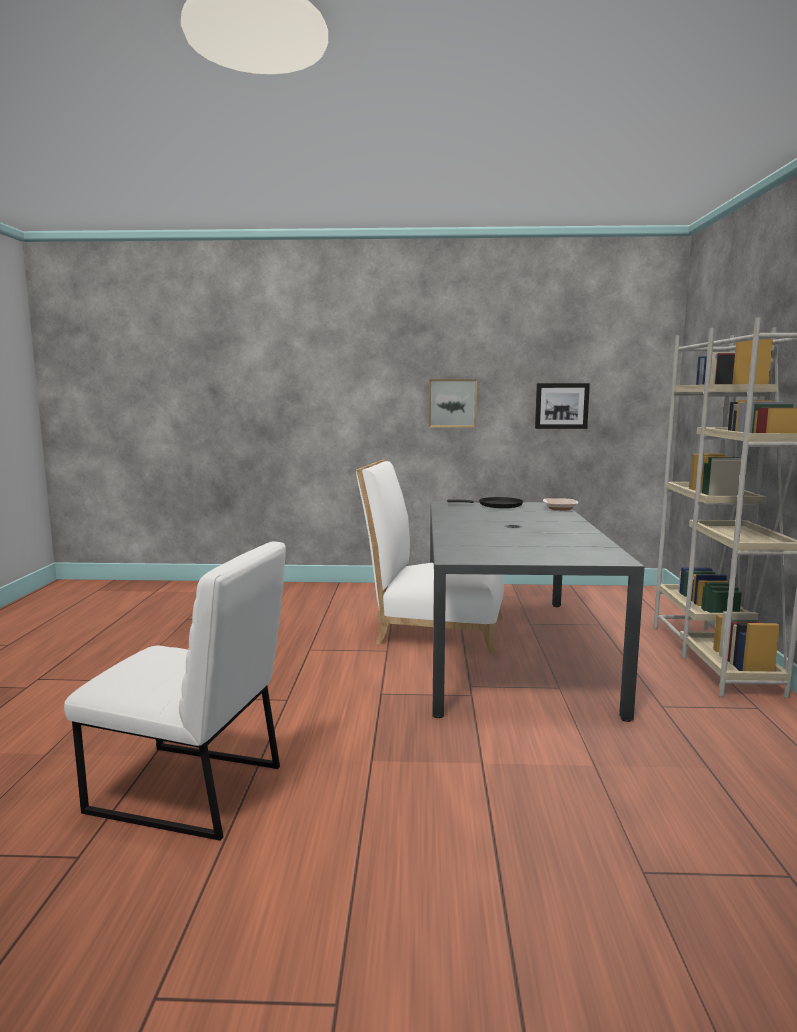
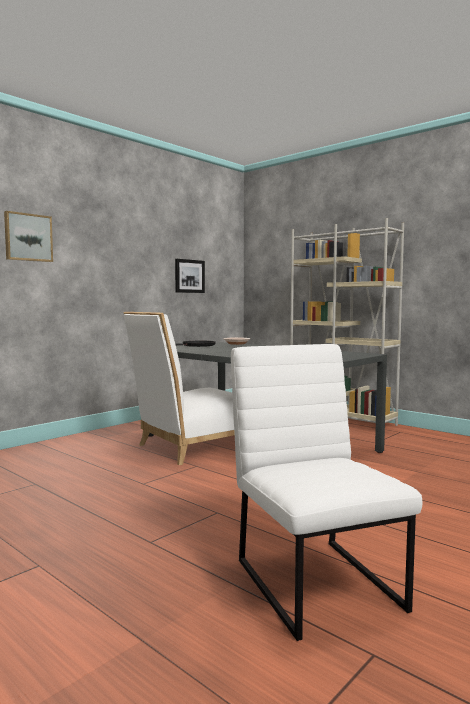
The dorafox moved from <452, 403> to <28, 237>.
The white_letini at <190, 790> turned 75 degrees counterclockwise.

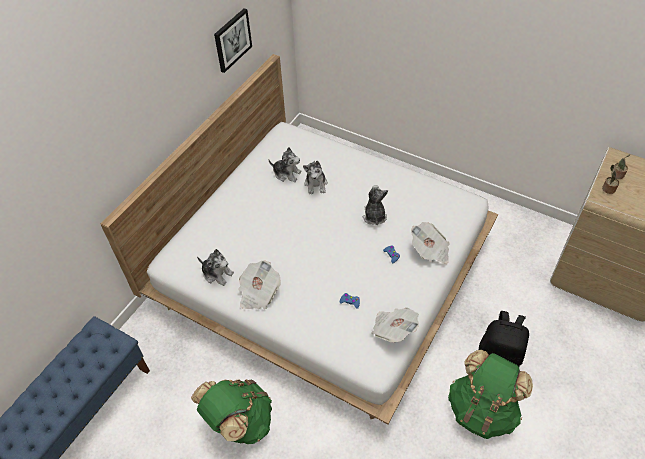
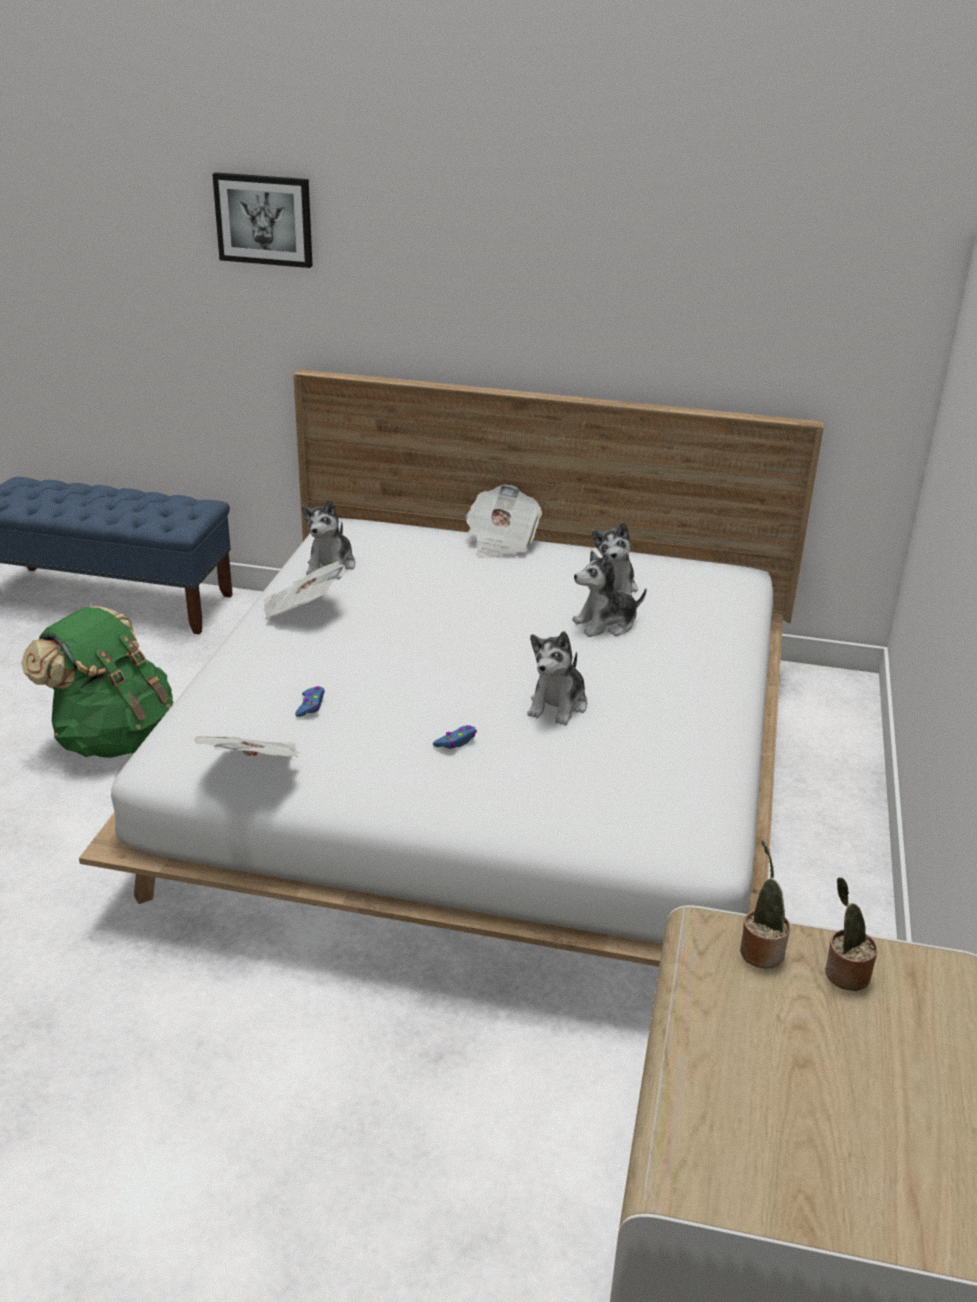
The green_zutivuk at <482, 410> disappeared.
The black_zutivuk at <499, 355> disappeared.
The dorafox moved from <232, 40> to <264, 219>.
The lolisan moved from <430, 251> to <501, 542>.
The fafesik at <374, 216> turned 135 degrees clockwise.

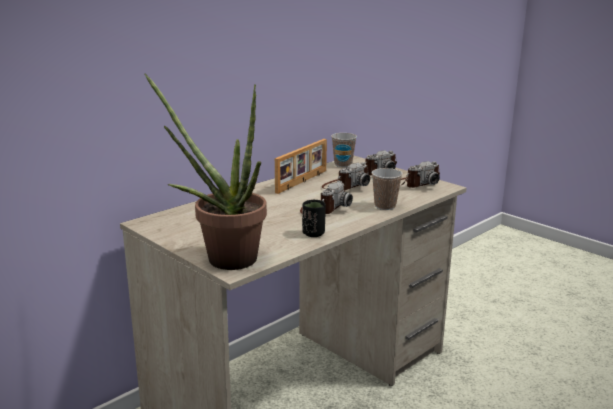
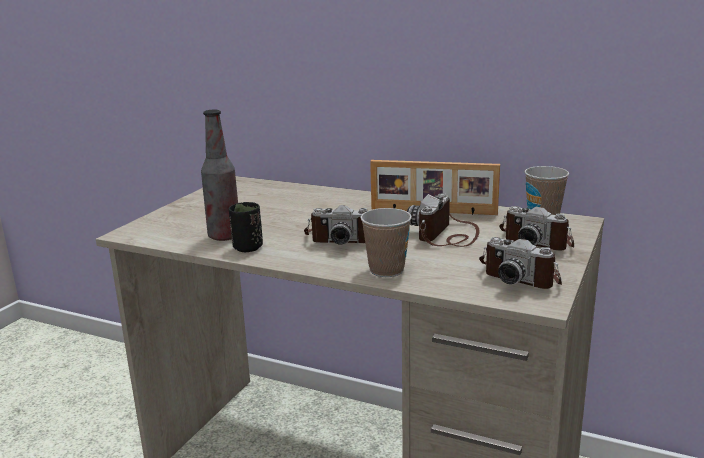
The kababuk at <222, 257> disappeared.
The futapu at <224, 236> appeared.
The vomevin at <345, 186> turned 90 degrees clockwise.

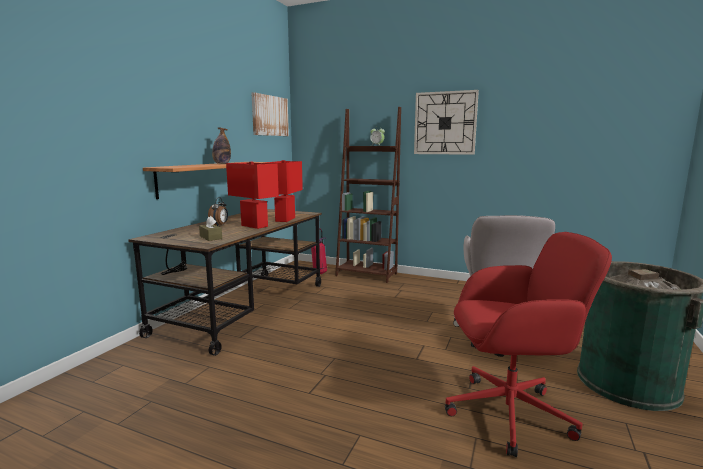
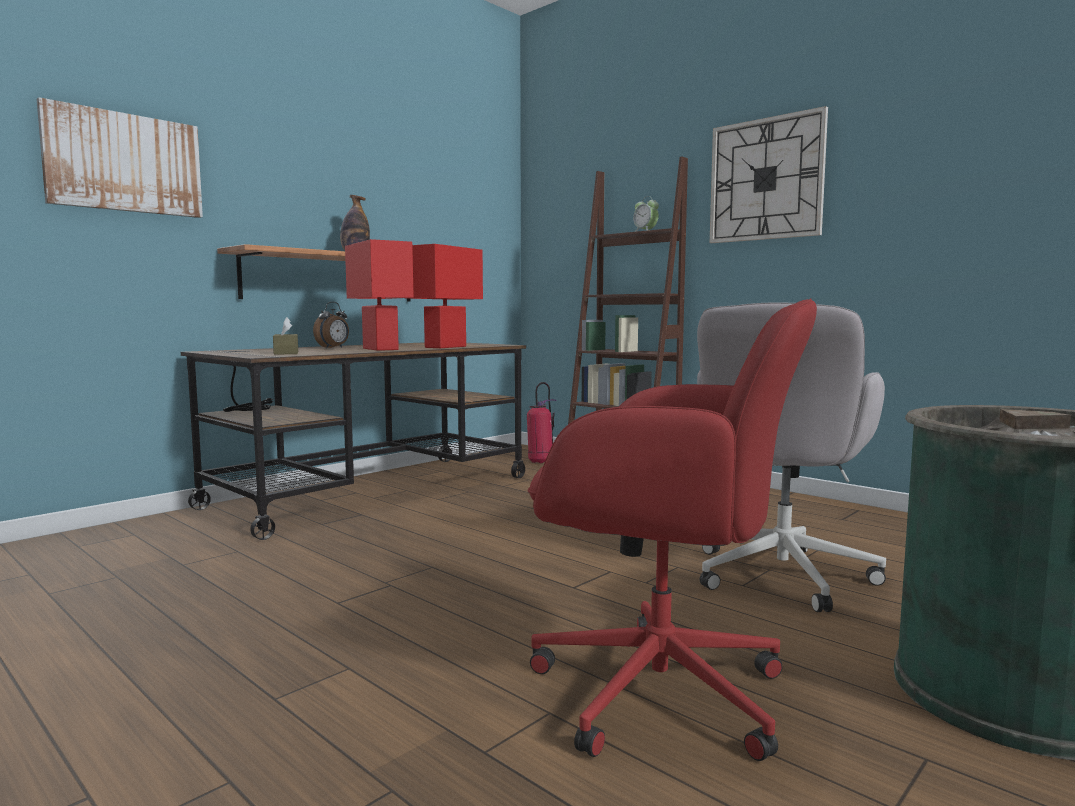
The dorafox moved from <270, 115> to <124, 163>.

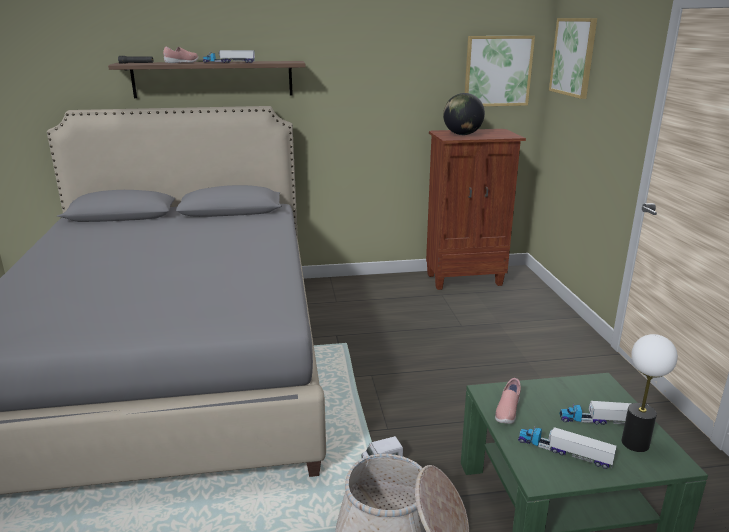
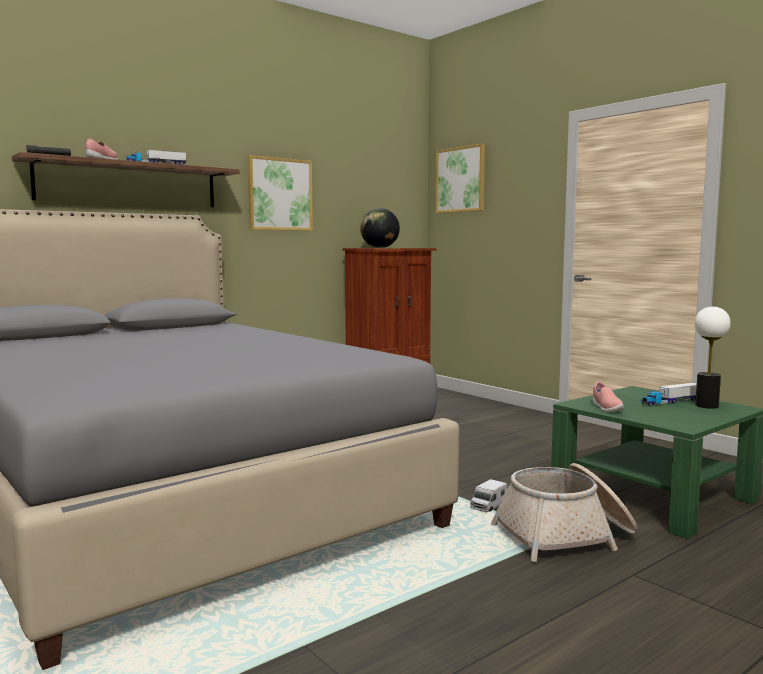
The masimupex at <564, 452> disappeared.
The dorafox moved from <497, 71> to <279, 194>.

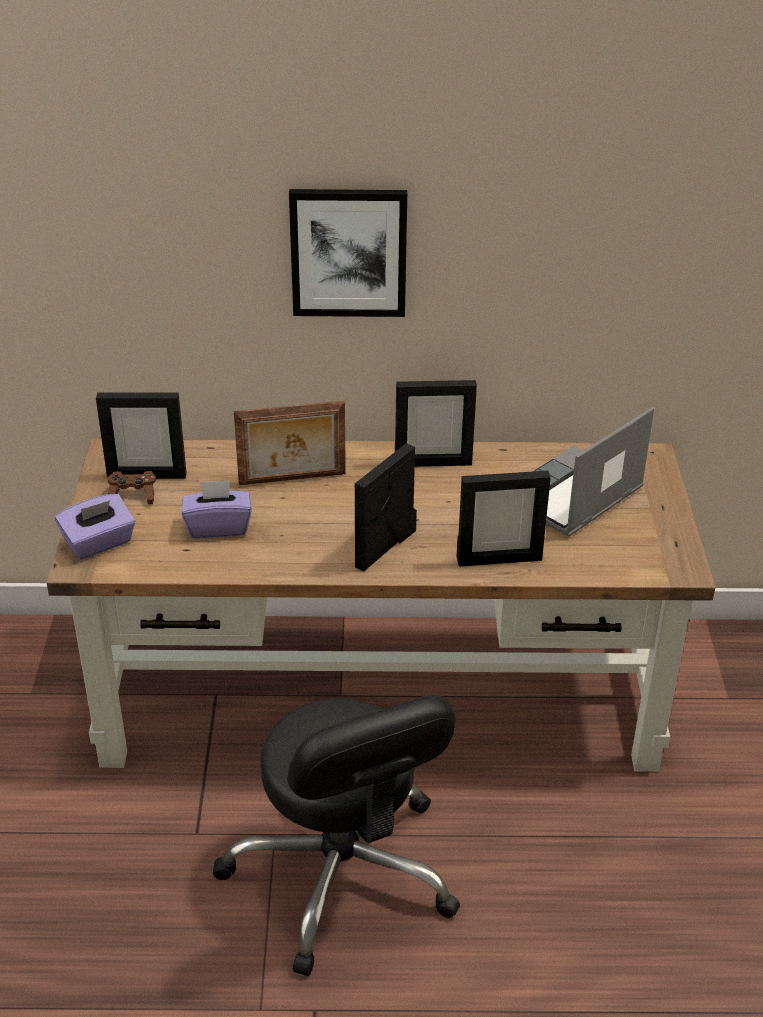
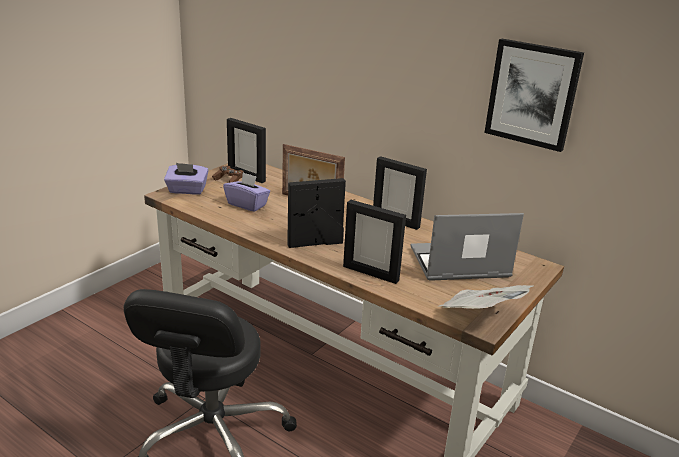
The lolisan at <480, 316> appeared.
The dorafox moved from <348, 252> to <532, 94>.

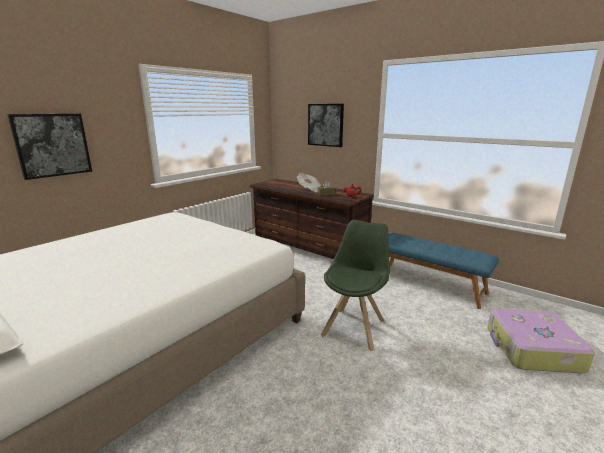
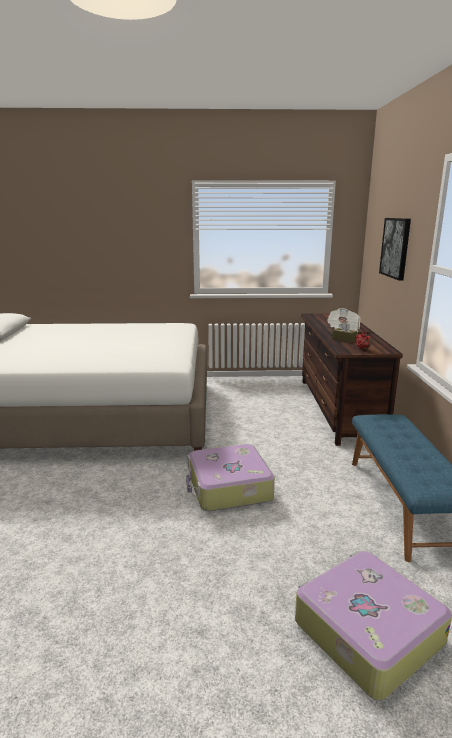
The dorafox at <52, 145> disappeared.
The green_letini at <354, 328> was replaced by the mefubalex at <228, 488>.

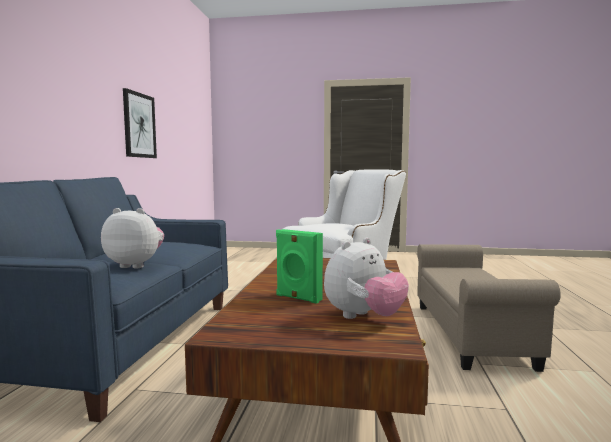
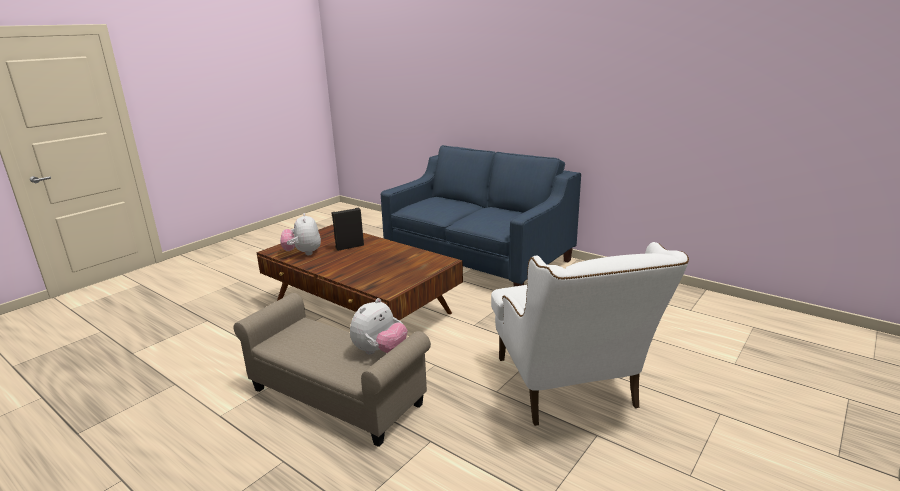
The dorafox at <139, 125> disappeared.
The fafesik moved from <136, 265> to <380, 351>.
The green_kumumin at <298, 298> became the black_kumumin at <349, 246>.

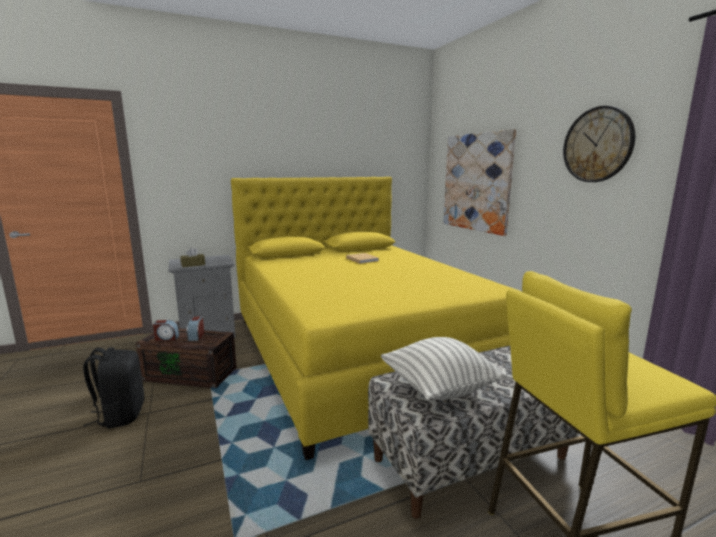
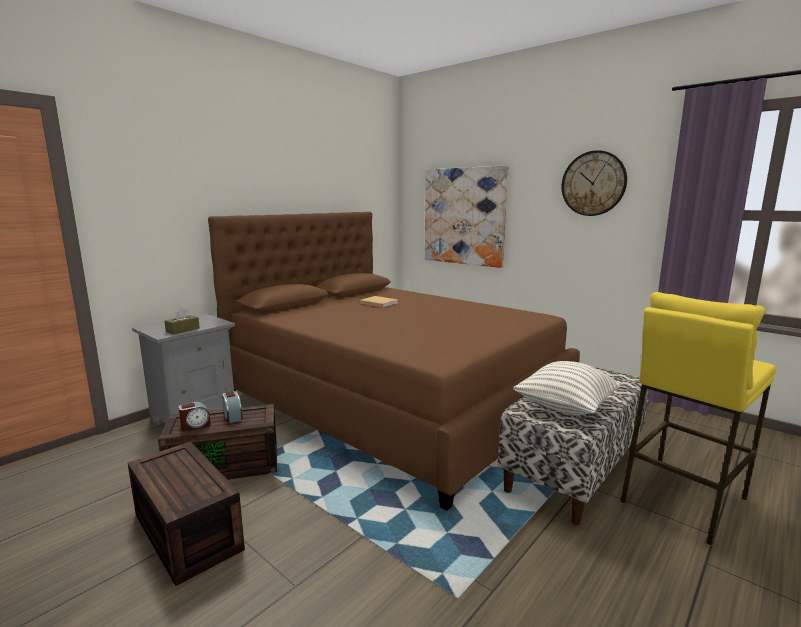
The black_zutivuk at <120, 415> was replaced by the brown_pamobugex at <184, 531>.
The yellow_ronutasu at <361, 350> became the brown_ronutasu at <394, 401>.

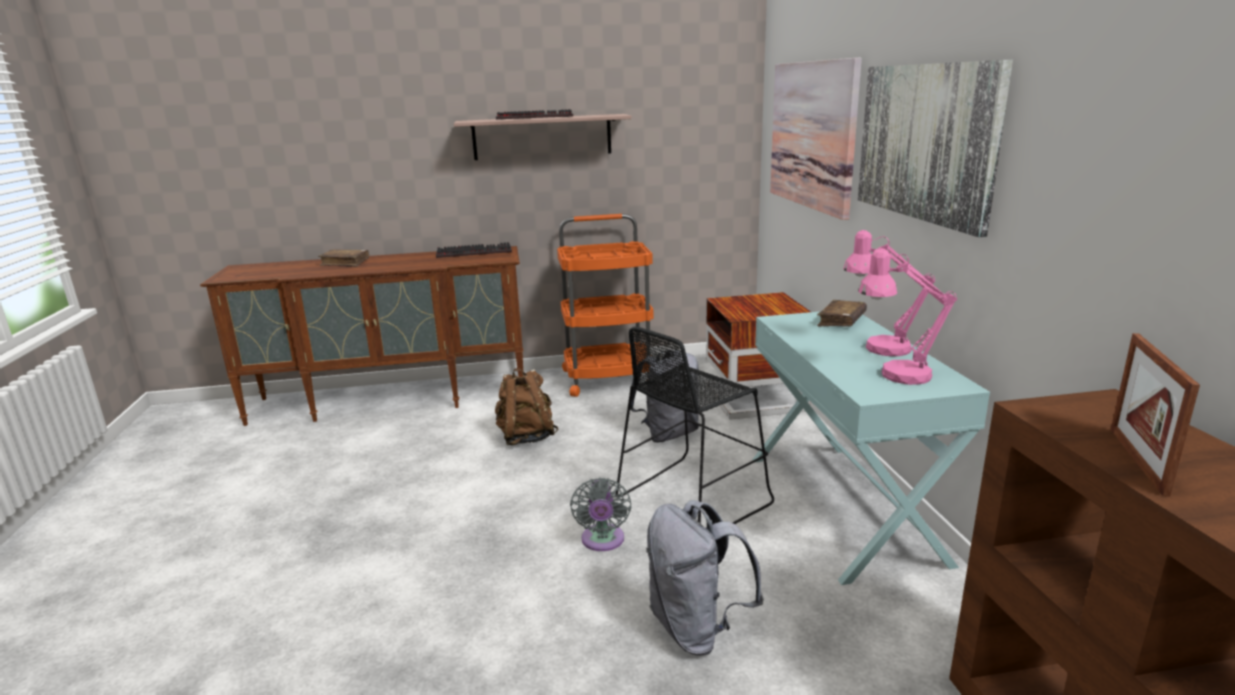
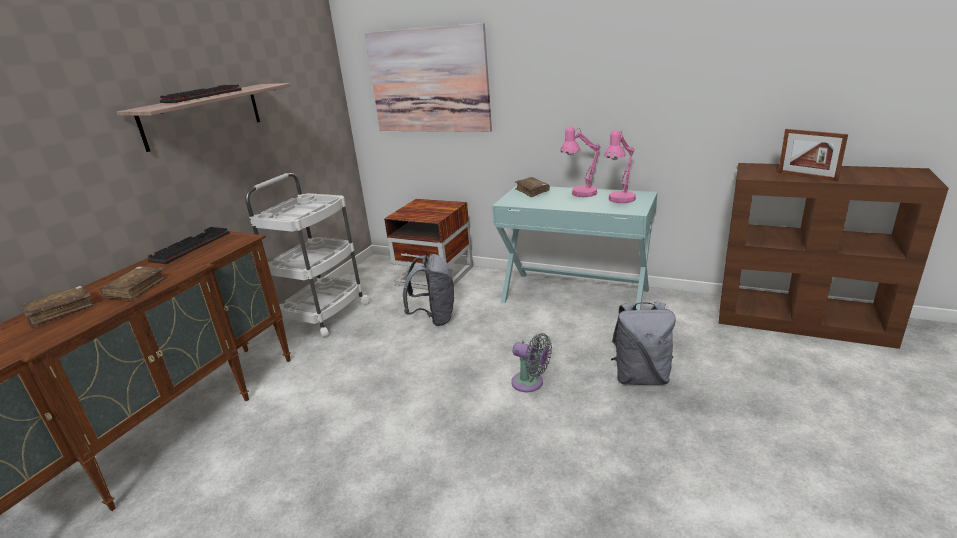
The brown_zutivuk at <526, 437> disappeared.
The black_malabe at <693, 498> disappeared.
The dorafox at <925, 142> disappeared.
The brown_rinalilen at <136, 289> appeared.
The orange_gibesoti at <608, 379> became the white_gibesoti at <324, 315>.

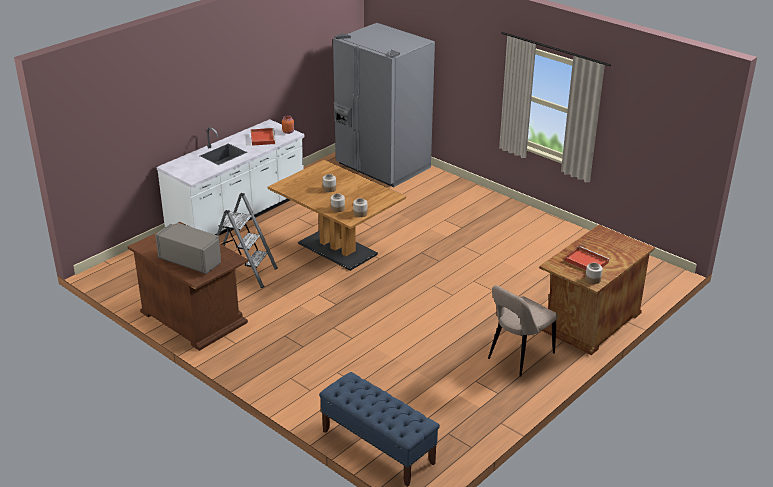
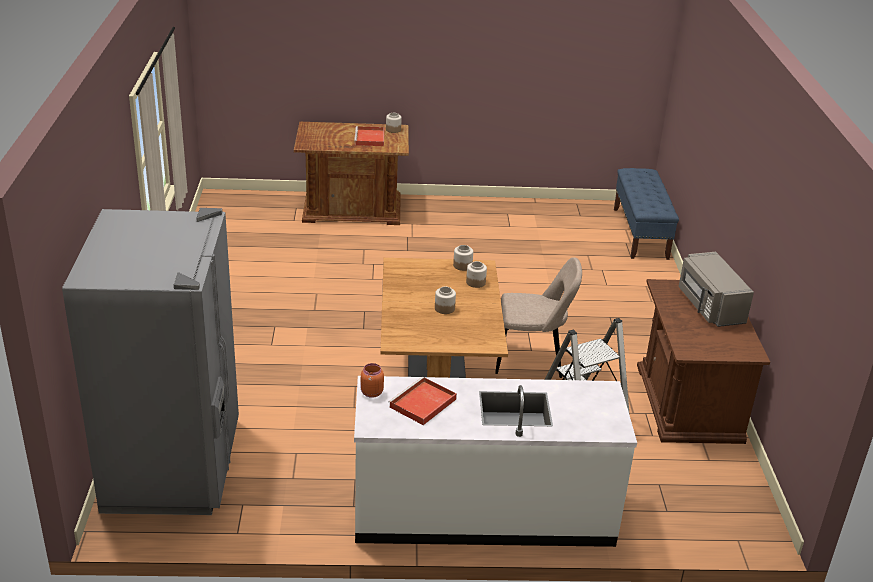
The beige_letini moved from <518, 357> to <531, 361>.

